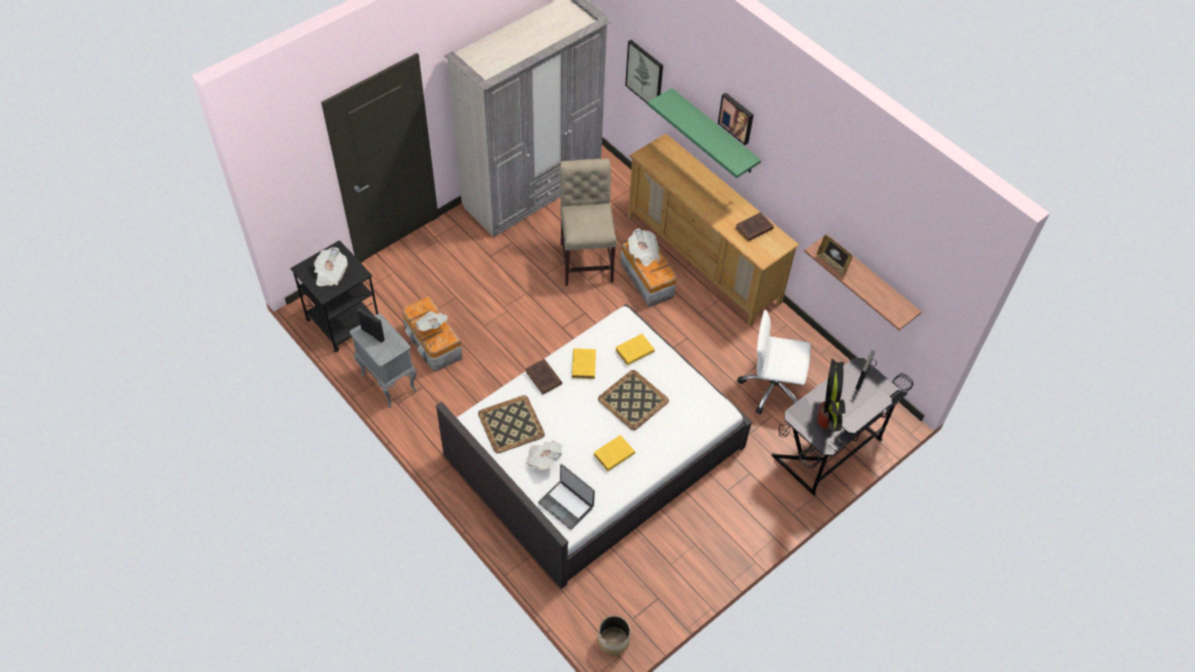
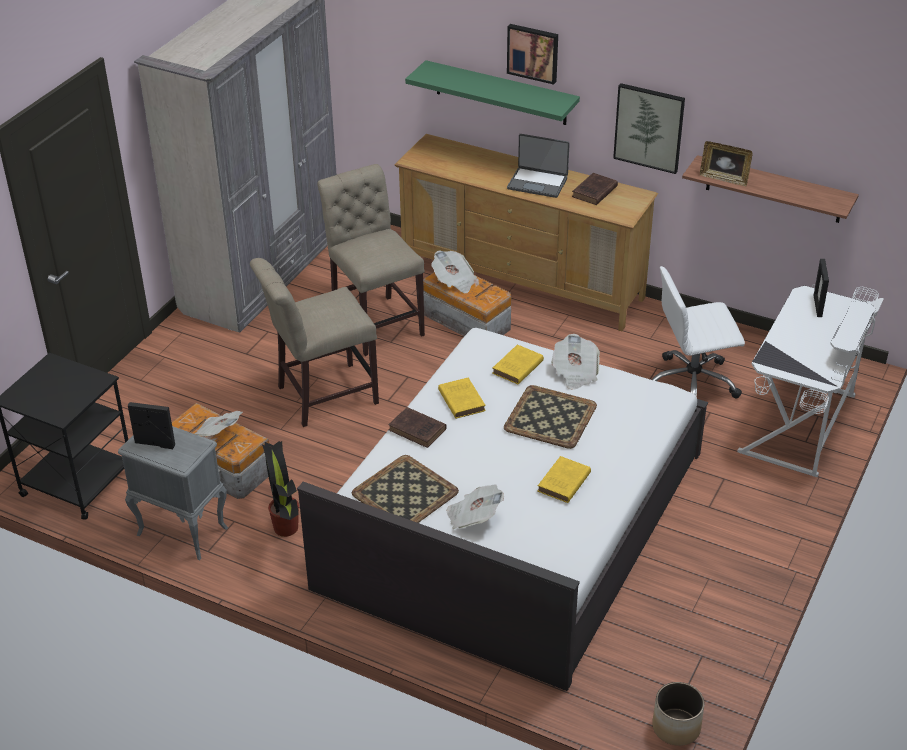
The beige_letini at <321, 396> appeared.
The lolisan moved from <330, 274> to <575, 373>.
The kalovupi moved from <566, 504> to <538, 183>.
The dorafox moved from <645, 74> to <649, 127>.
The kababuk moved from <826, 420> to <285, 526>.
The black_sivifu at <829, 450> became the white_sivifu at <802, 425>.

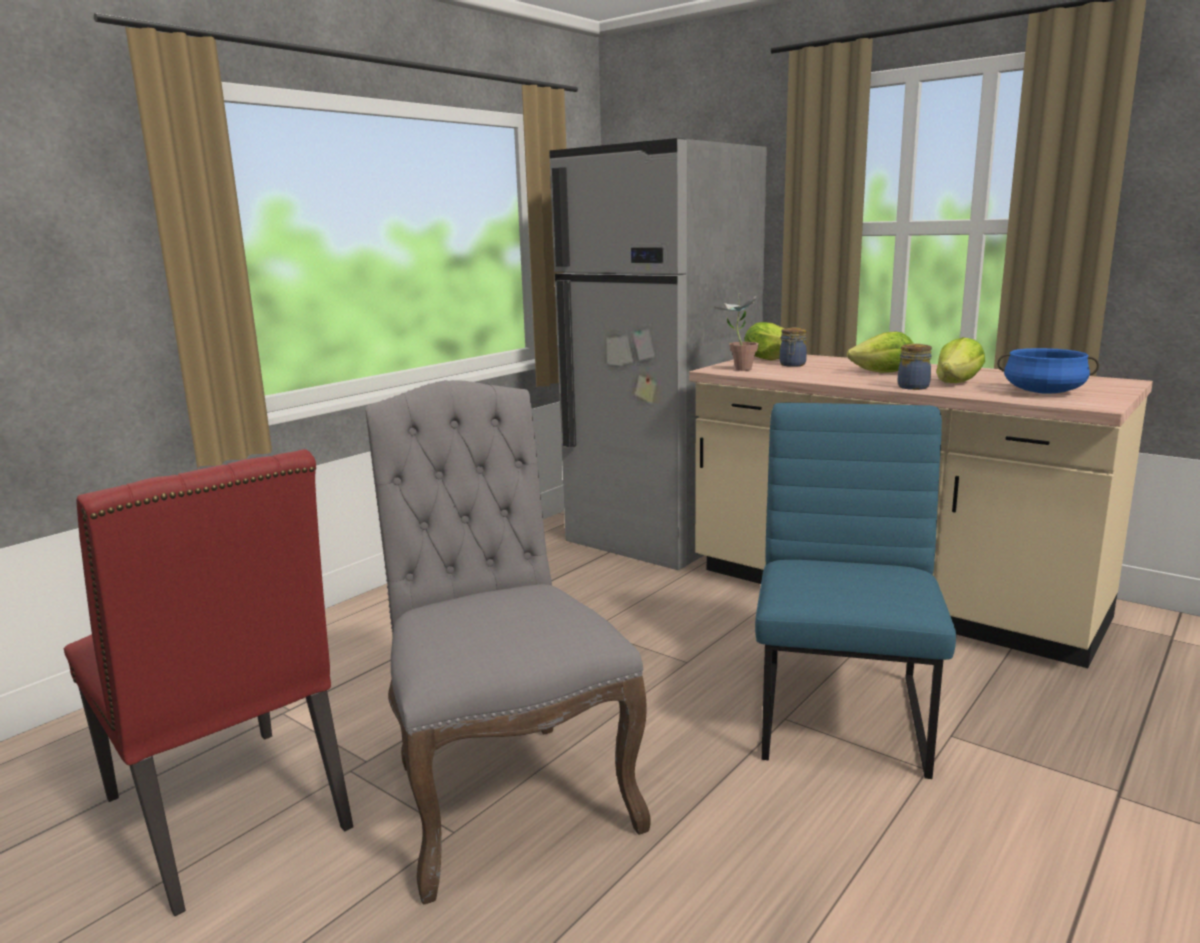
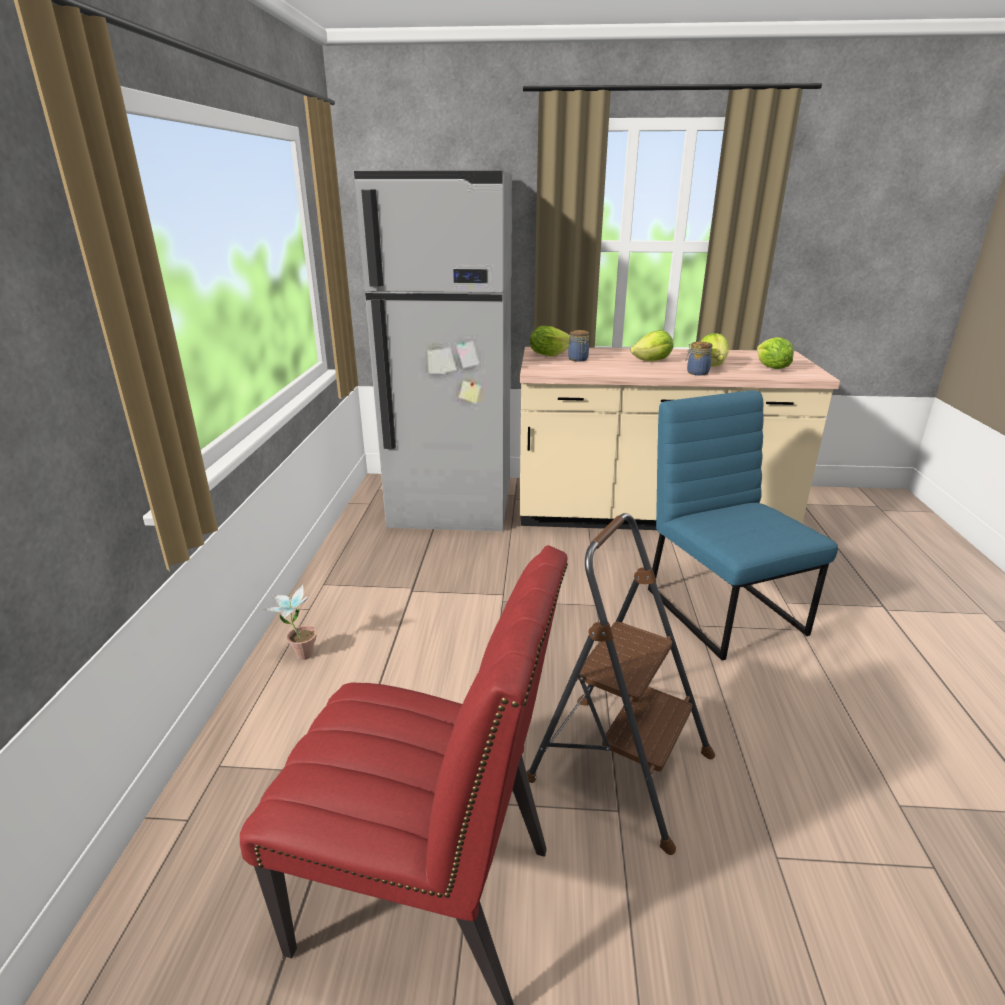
The kababuk moved from <738, 368> to <299, 653>.
The grey_letini at <506, 795> was replaced by the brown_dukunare at <615, 762>.
The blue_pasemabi at <1043, 392> was replaced by the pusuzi at <771, 368>.

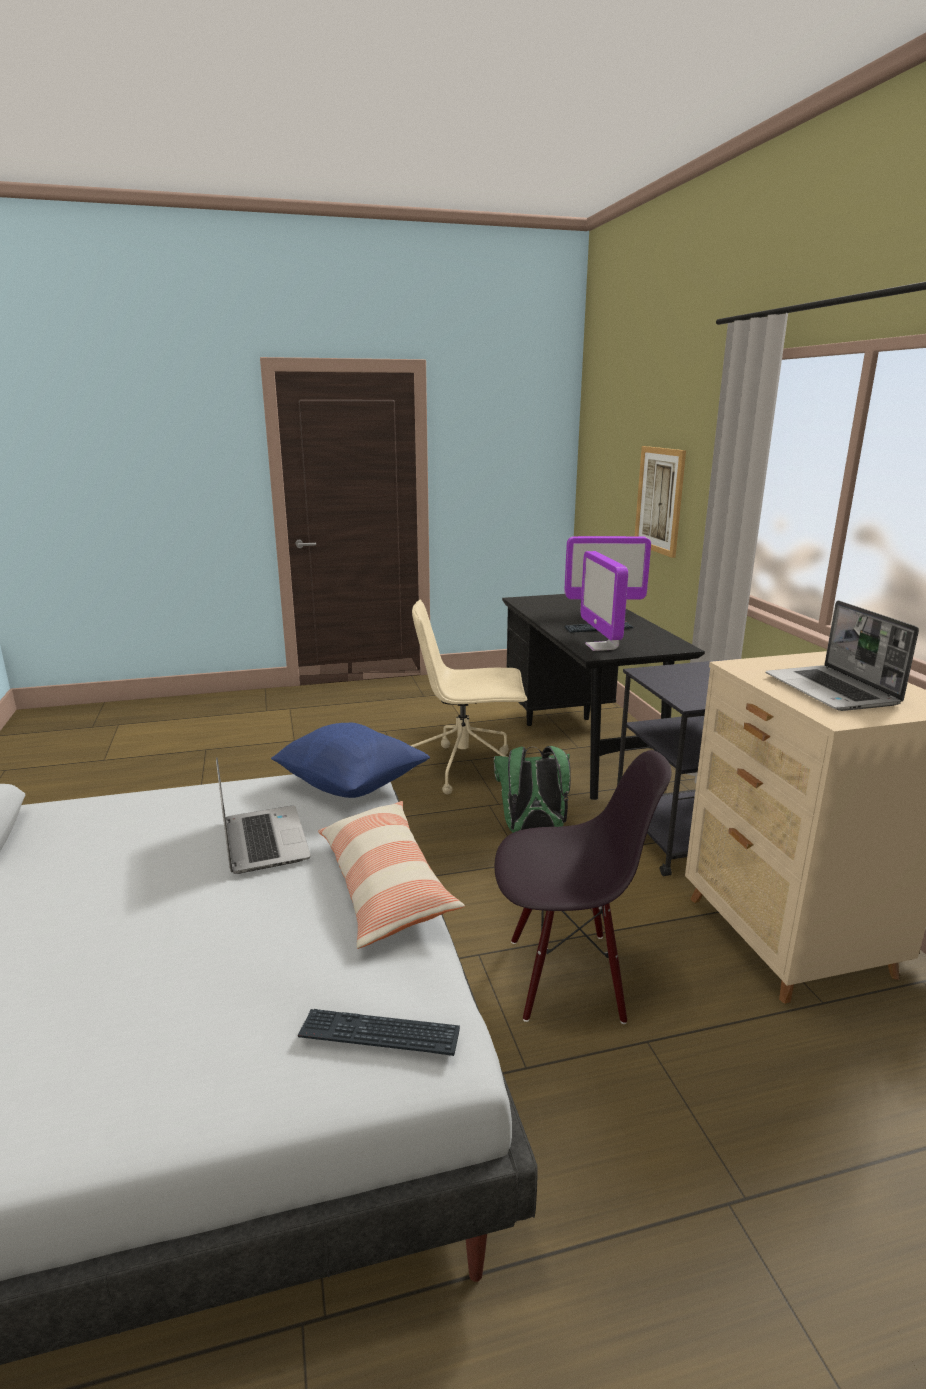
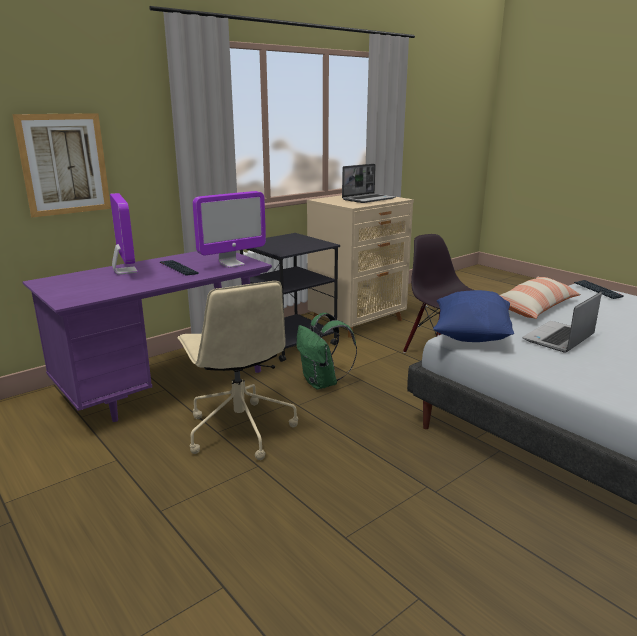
The black_sivifu at <584, 748> became the purple_sivifu at <165, 387>.

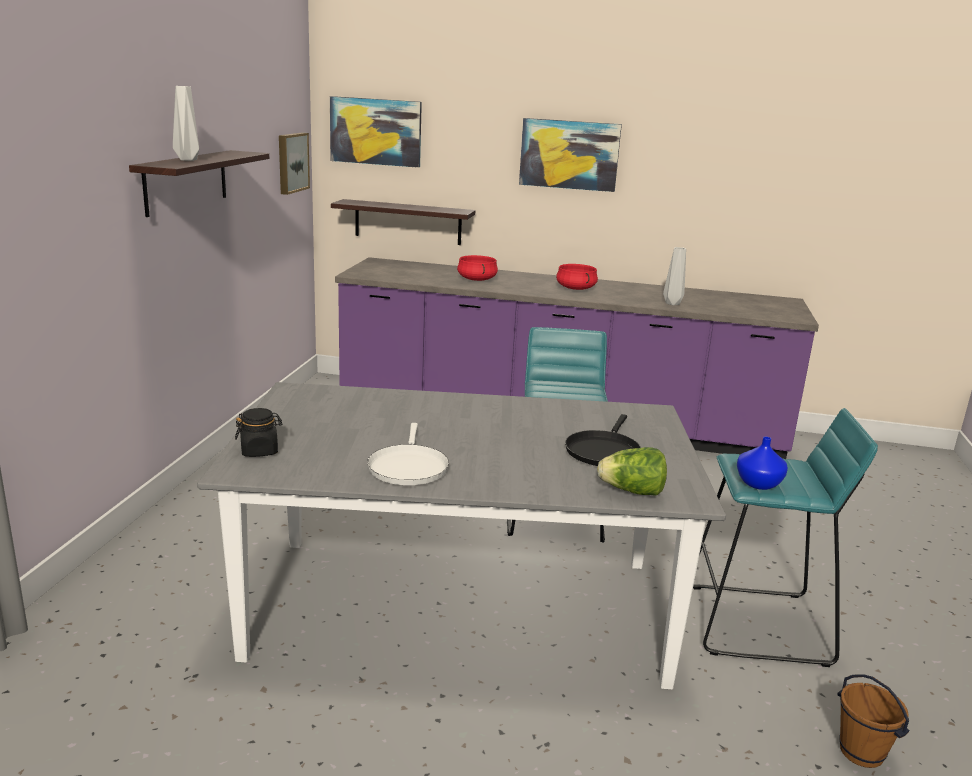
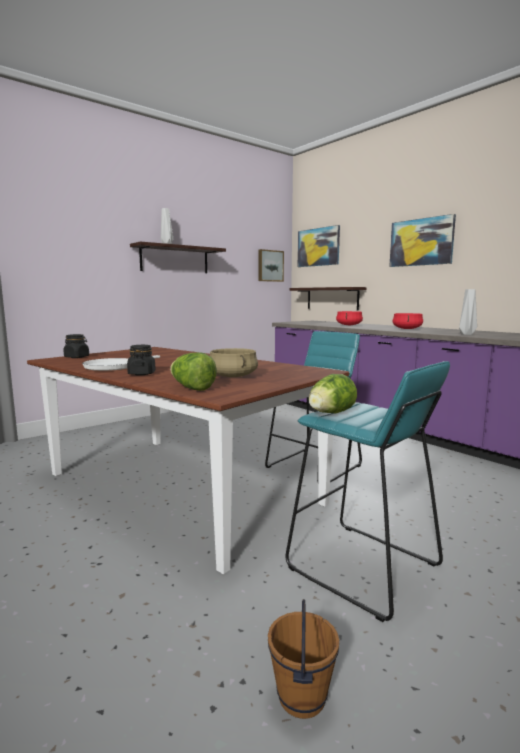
The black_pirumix at <142, 374> appeared.
The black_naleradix at <603, 451> was replaced by the beige_pasemabi at <232, 376>.
The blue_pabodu at <759, 483> was replaced by the pusuzi at <330, 414>.
The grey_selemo at <459, 608> became the brown_selemo at <179, 488>.

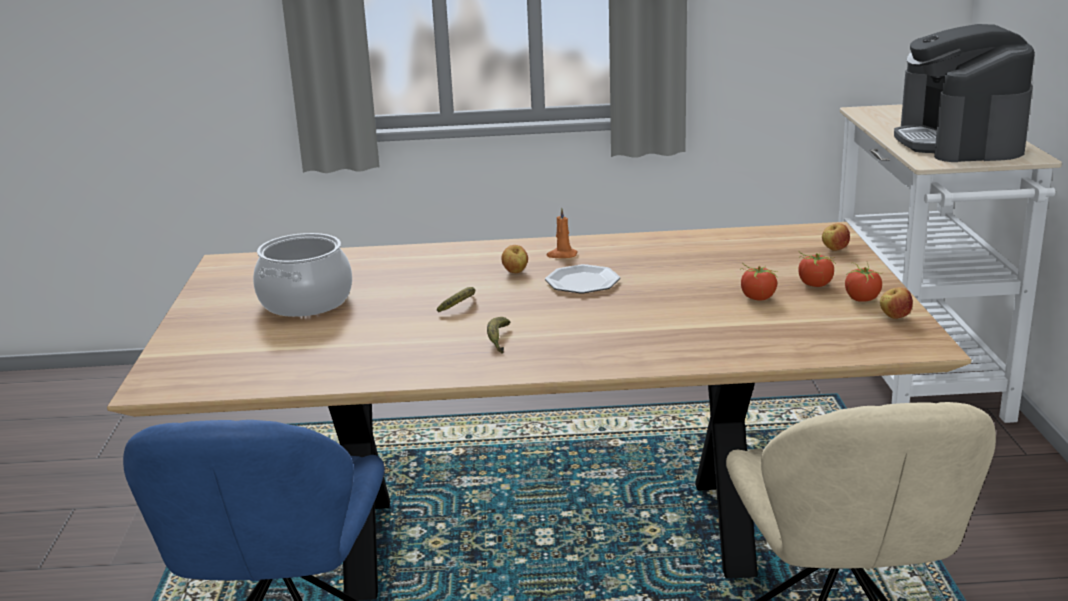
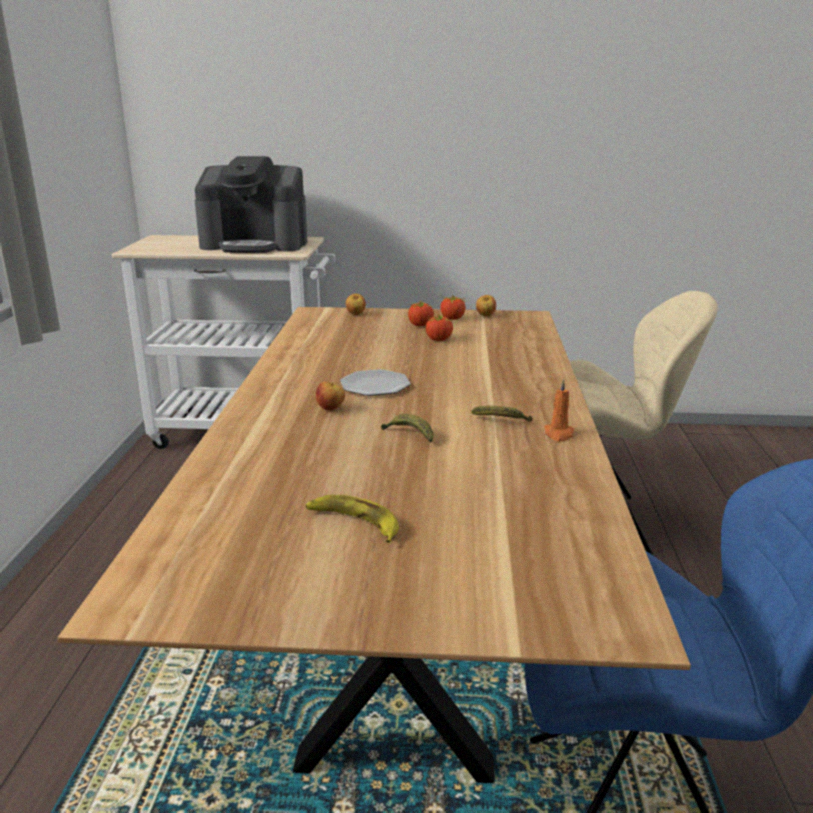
The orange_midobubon moved from <561, 255> to <558, 434>.
The pasemabi at <305, 302> was replaced by the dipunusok at <354, 523>.

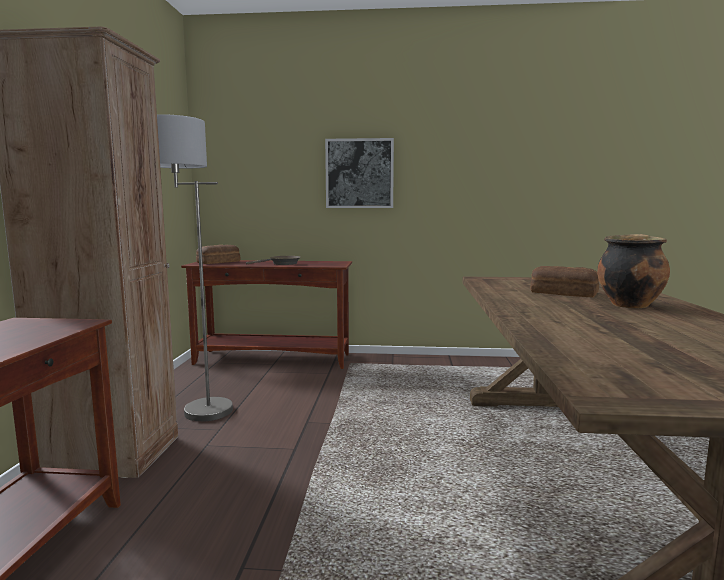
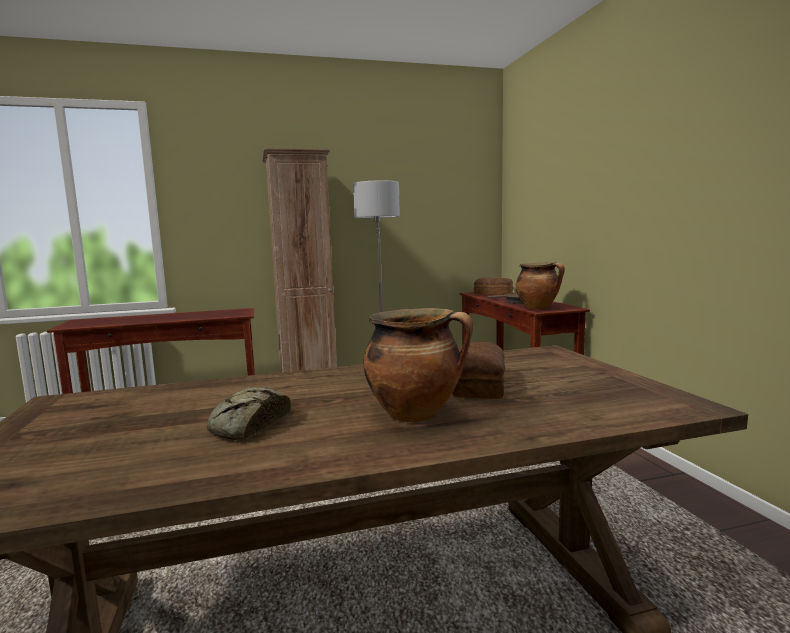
The dorafox at <359, 173> disappeared.
The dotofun at <248, 425> appeared.
The pasemabi at <538, 308> appeared.

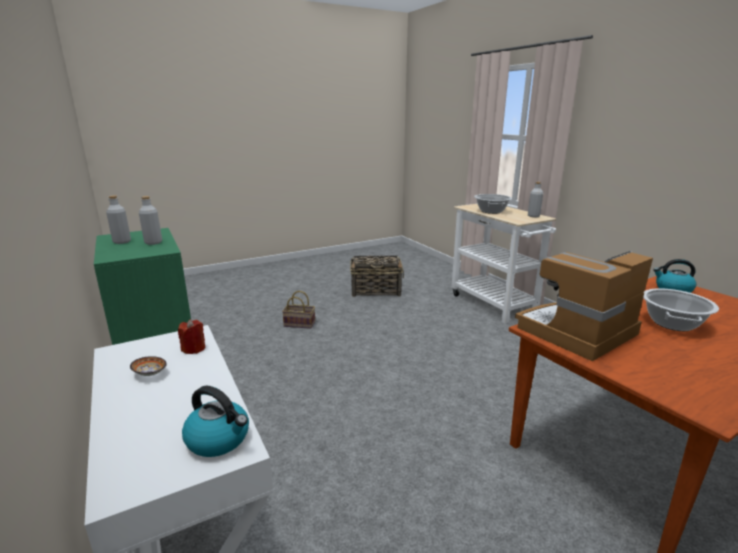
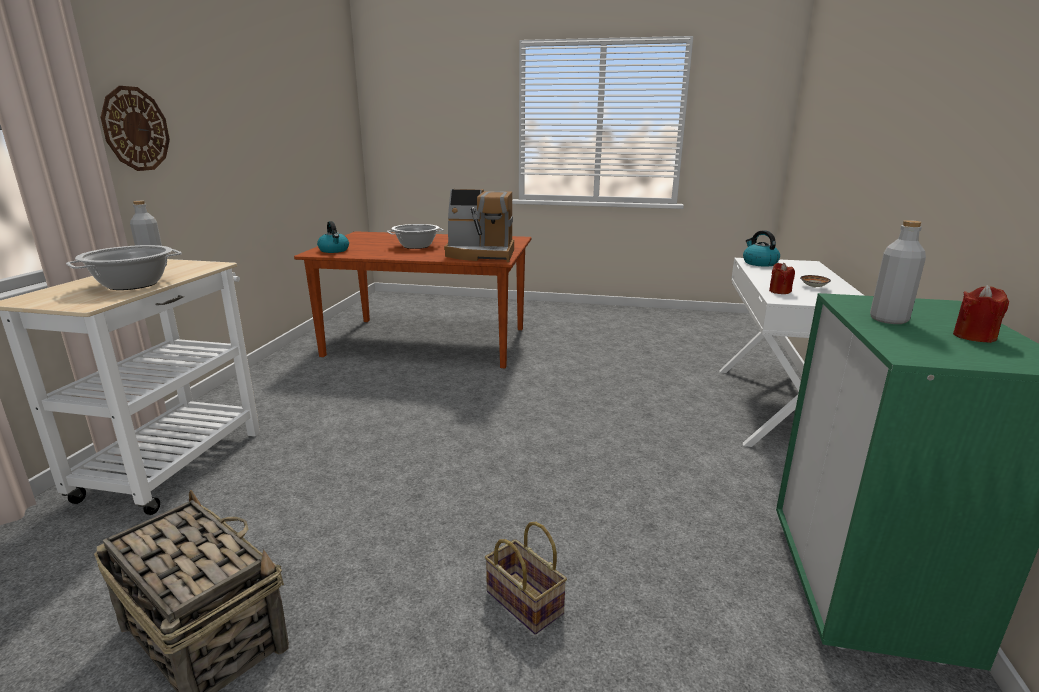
The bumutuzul at <135, 129> appeared.
The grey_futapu at <122, 242> was replaced by the red_midobubon at <974, 336>.

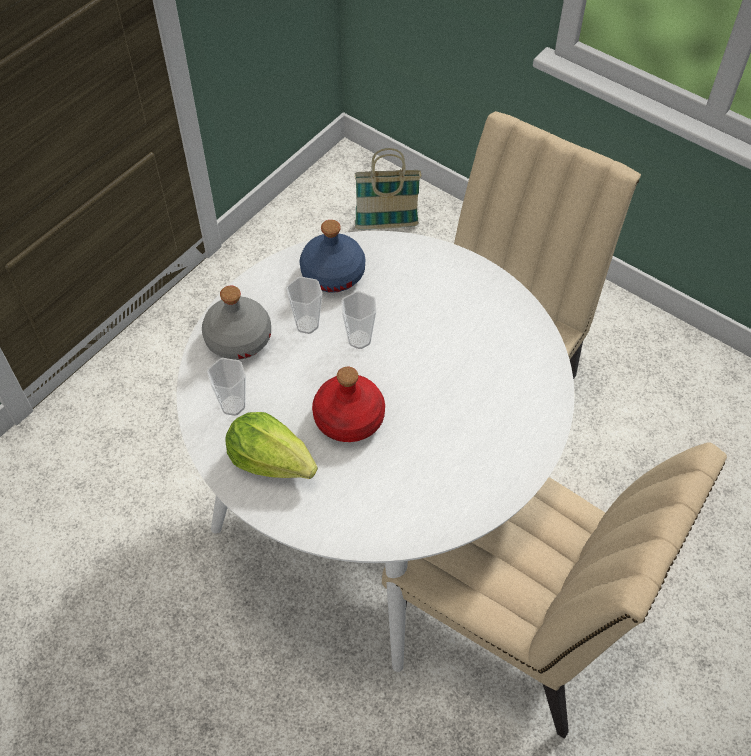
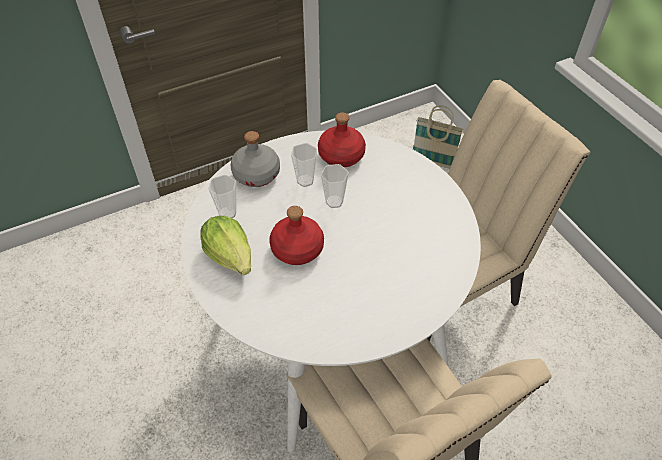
The blue_futapu at <333, 273> became the red_futapu at <341, 155>.

